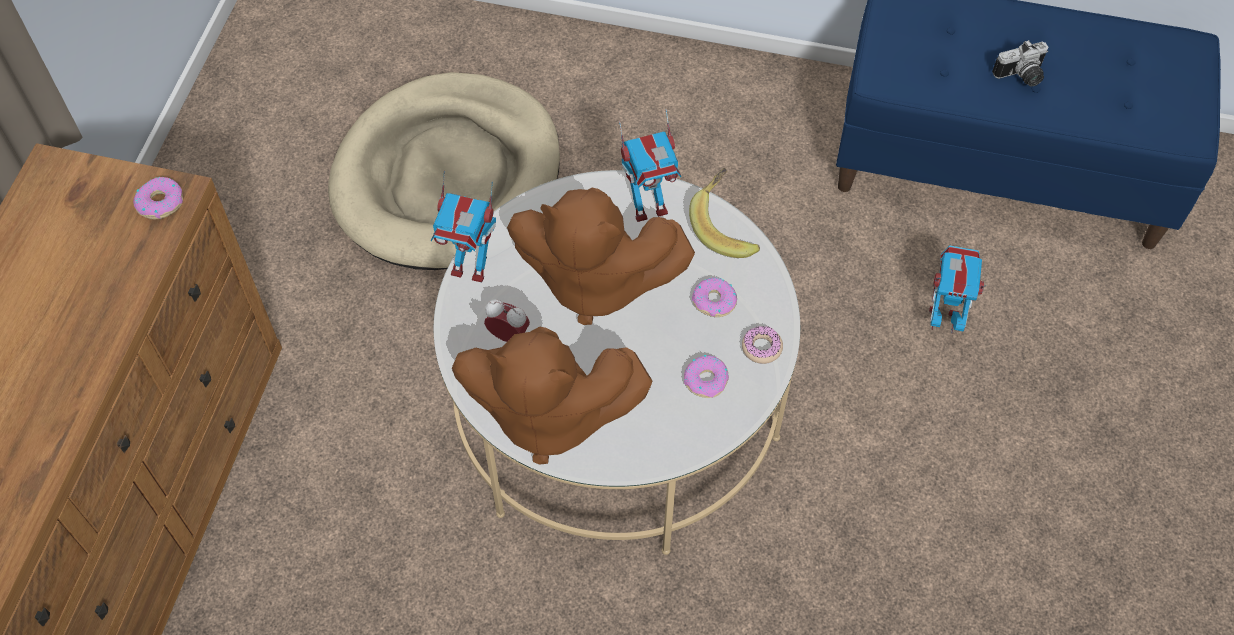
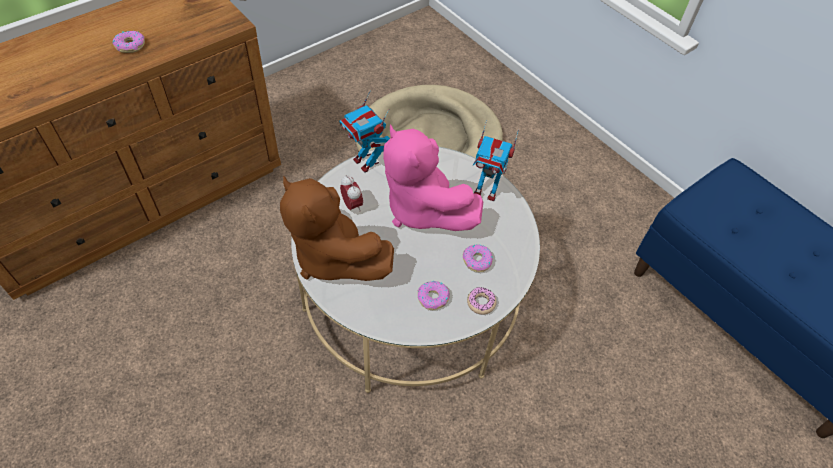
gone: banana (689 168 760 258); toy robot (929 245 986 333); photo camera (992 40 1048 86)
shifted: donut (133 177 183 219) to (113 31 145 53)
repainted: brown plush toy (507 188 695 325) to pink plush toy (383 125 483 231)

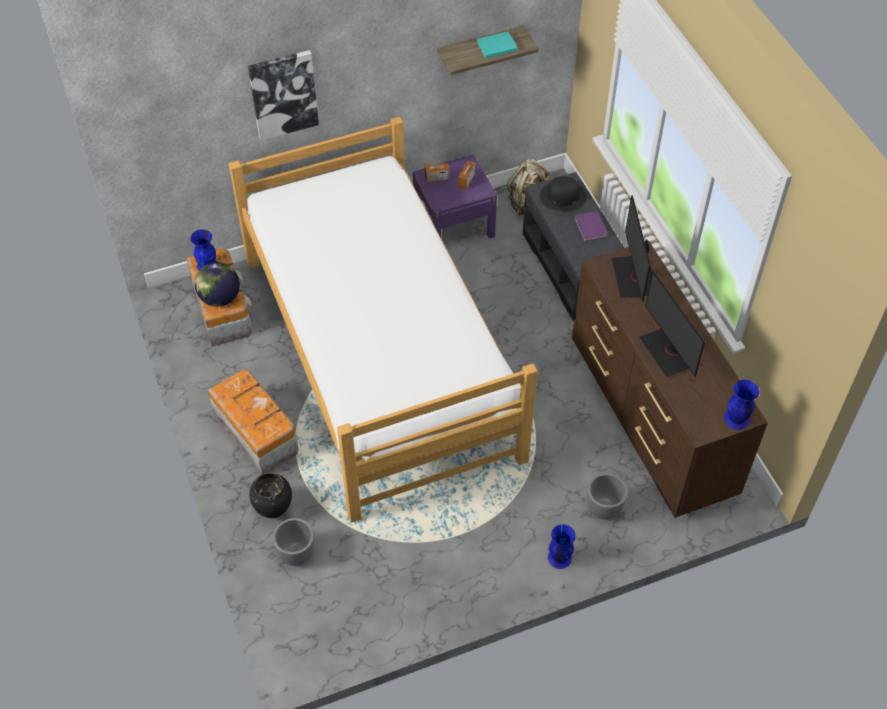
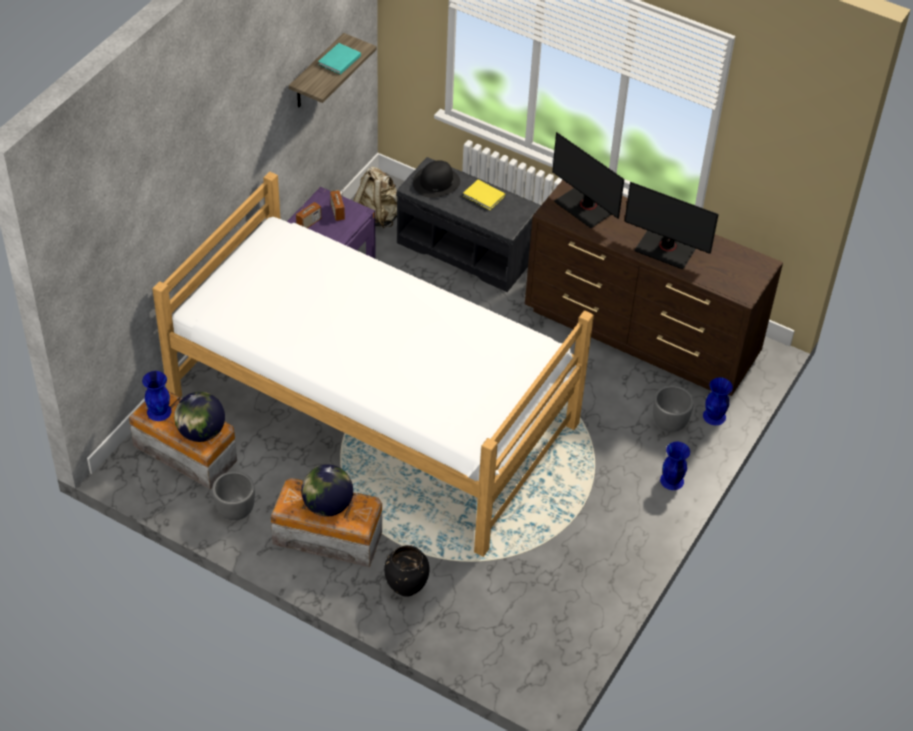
gone: picture (248 50 319 141)
new: globe (301 465 353 517)
shifted: grey planter (273 518 315 566) to (212 471 255 520); blue vase (724 380 759 430) to (703 377 733 425)
repainted: purple book (574 211 608 242) to yellow book (463 180 505 210)

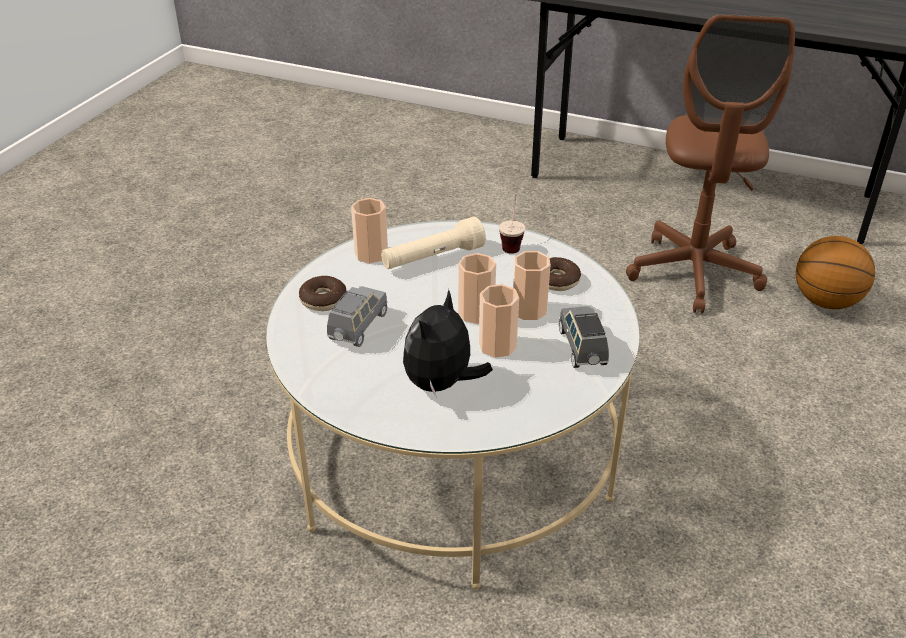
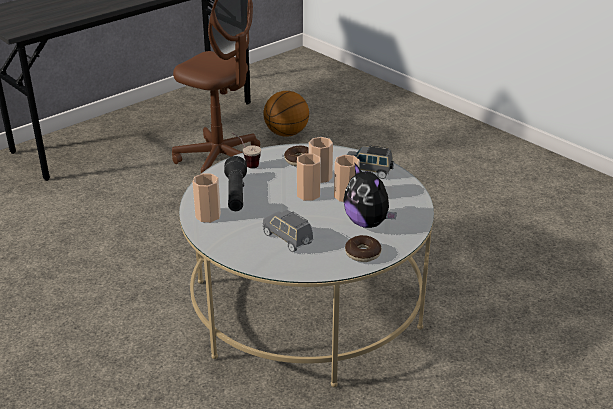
shifted: donut (299 276 346 311) to (345 235 381 262)
repainted: beige flashlight (381 217 486 269) to black flashlight (224 156 247 211)

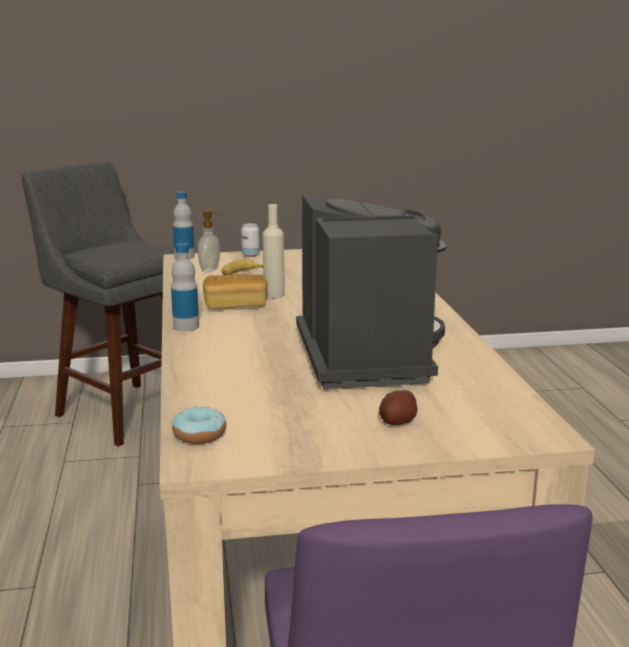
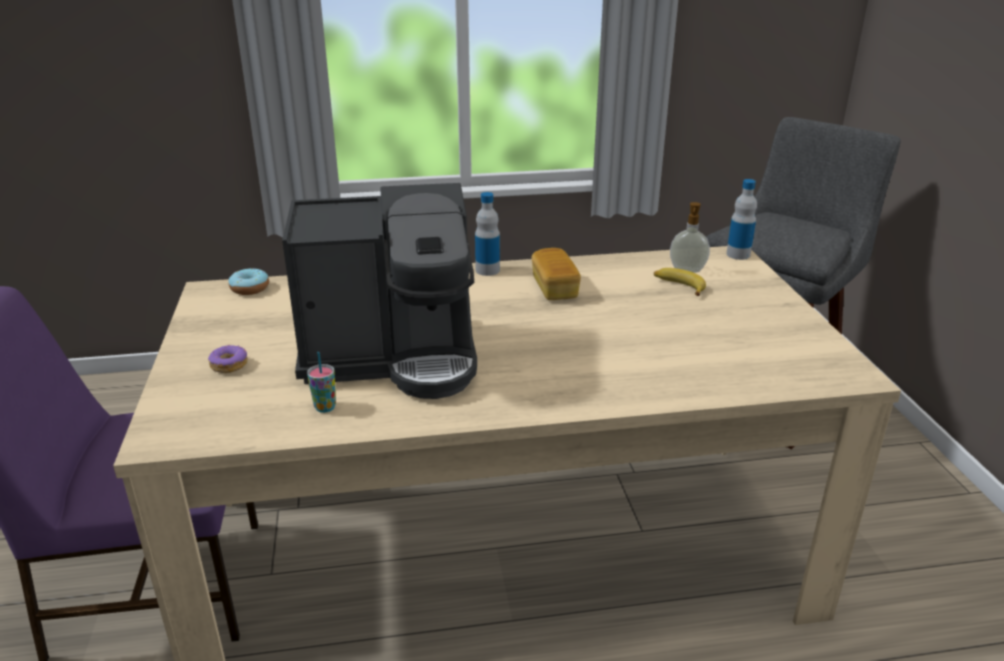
gone: can (241 223 260 257); beige bottle (263 204 285 298)
new: cup (307 352 336 413)
swapped: potato (379 390 418 425) to donut (208 345 248 373)

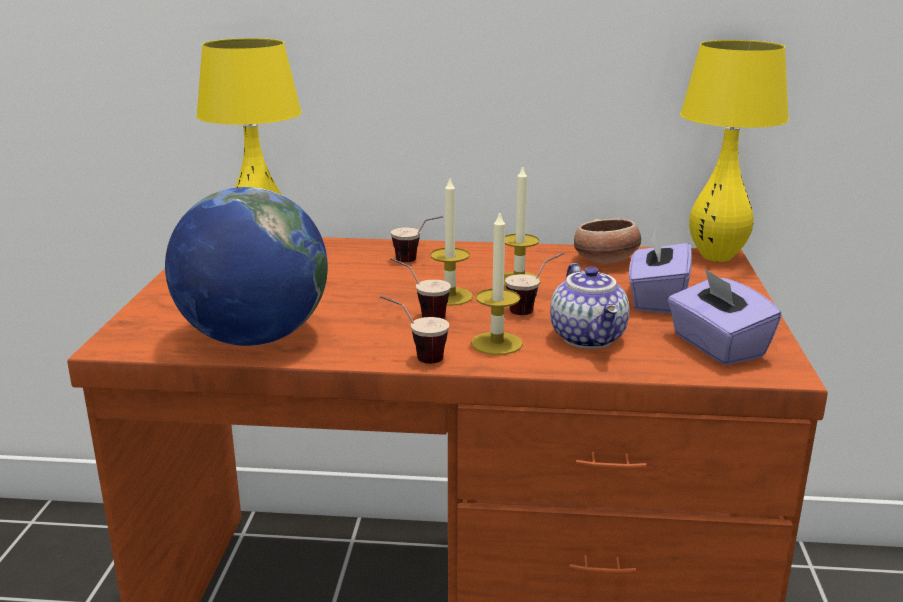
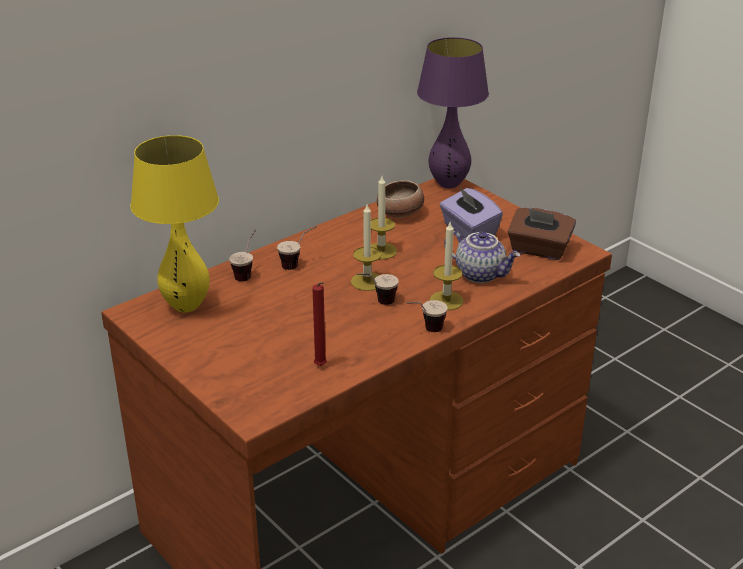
shifted: cup (505 252 565 315) to (229 229 256 281)
swapped: globe (165 187 328 346) to red candle (312 282 327 366)
repainted: yellow table lamp (680 40 789 262) to purple table lamp (417 37 489 188); purple tissue box (668 268 782 365) to brown tissue box (507 208 576 260)

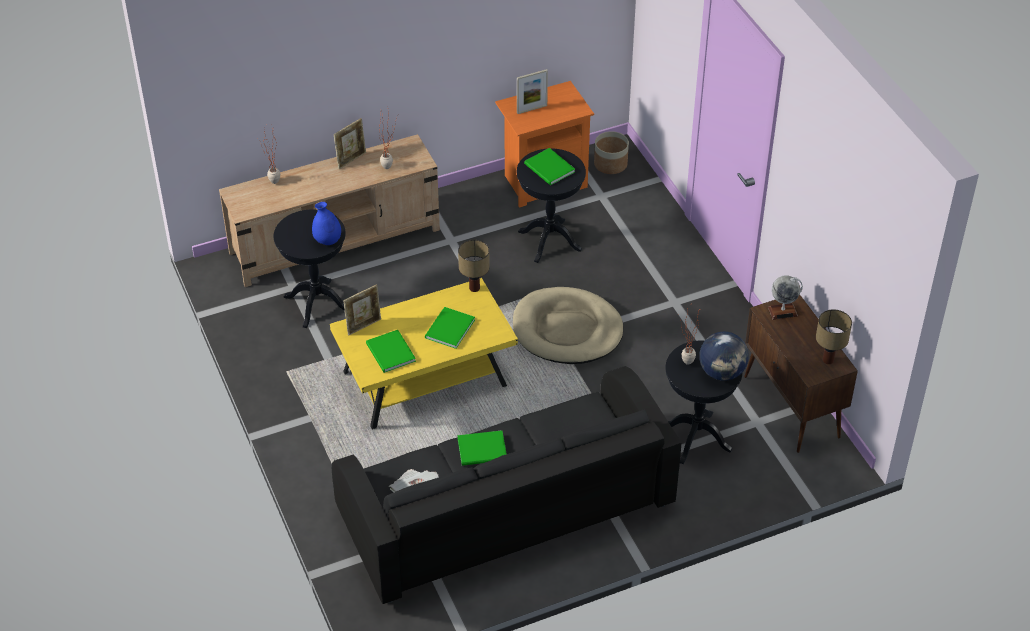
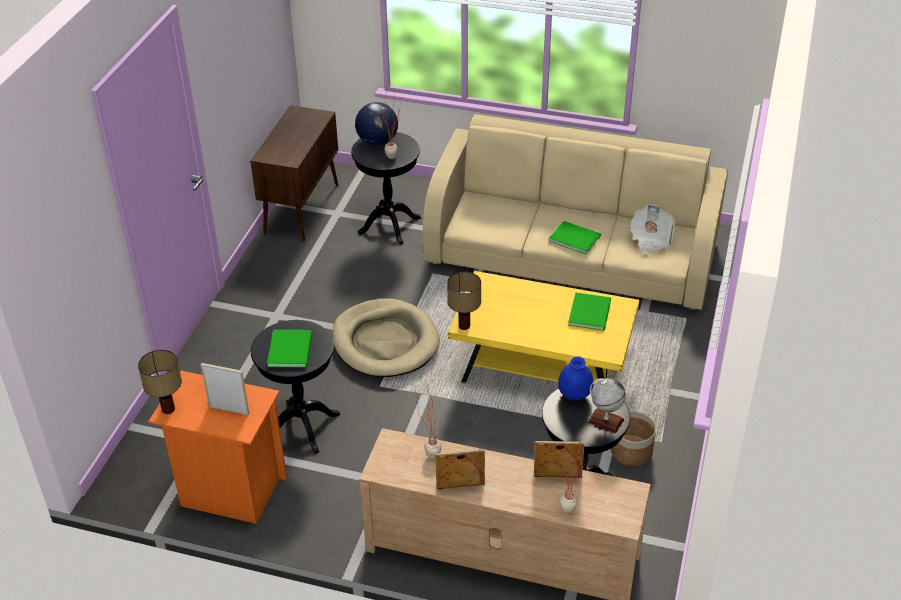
gone: green book (425 307 475 349)
shifted: table lamp (816 309 852 364) to (138 350 182 414); picture frame (343 284 381 335) to (534 441 584 478); globe (768 275 803 320) to (588 378 626 433); planter (594 131 629 174) to (611 411 656 466)
repainted: black sofa (332 366 681 604) to beige sofa (423 114 728 312)

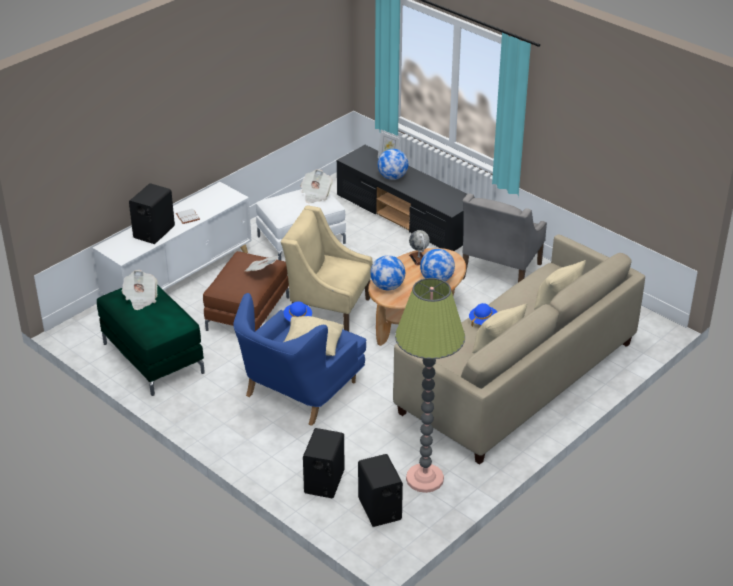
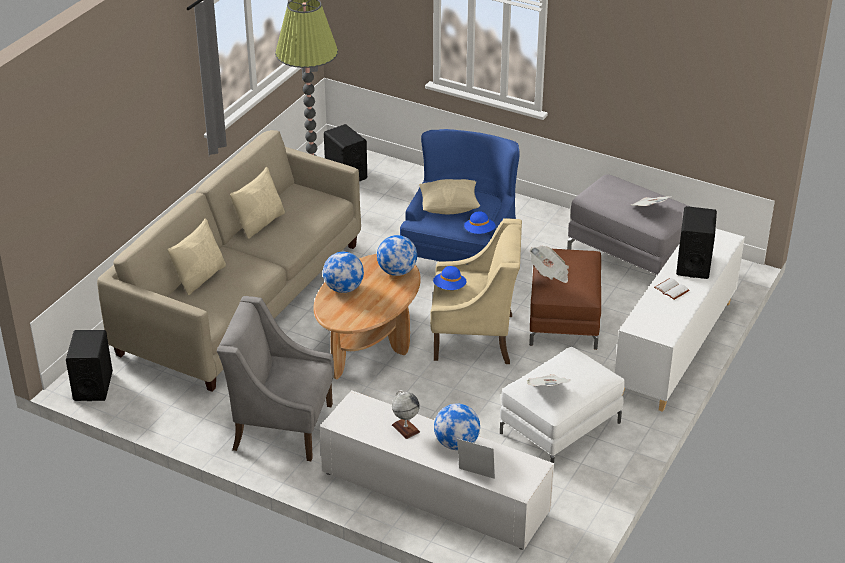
shifted: black speaker (303 428 345 498) to (66 330 113 401); globe (409 230 430 266) to (392 390 420 439); blue hat (469 303 497 326) to (433 266 467 290)
repainted: black tv stand (337 145 475 251) to white tv stand (320 390 554 550); green ottoman (97 285 205 396) to grey ottoman (567 174 690 275)
rotated: grey armchair (462 193 547 282) = (217 296 334 461) 90 degrees counterclockwise

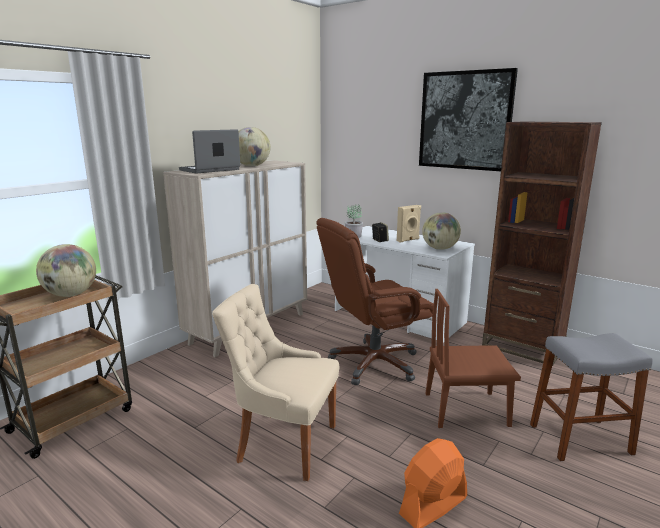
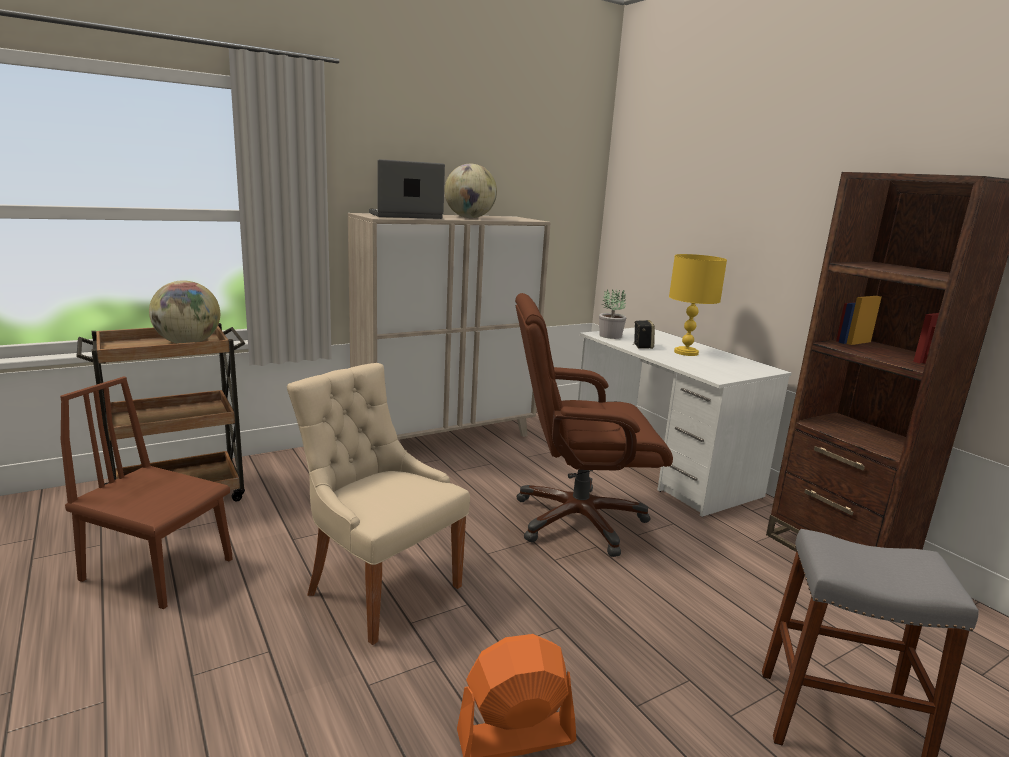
gone: picture (419 68 518 171); globe (422 212 461 250)
shifted: brown chair (426 289 521 428) to (60 377 232 609)
swapped: beige speaker (397 205 421 242) to yellow table lamp (669 254 727 356)

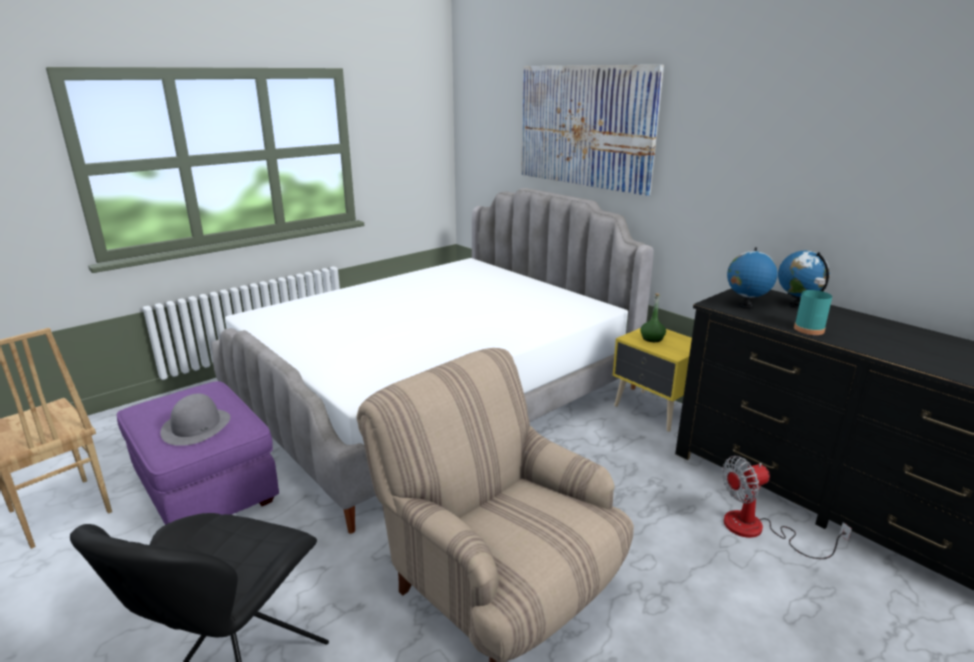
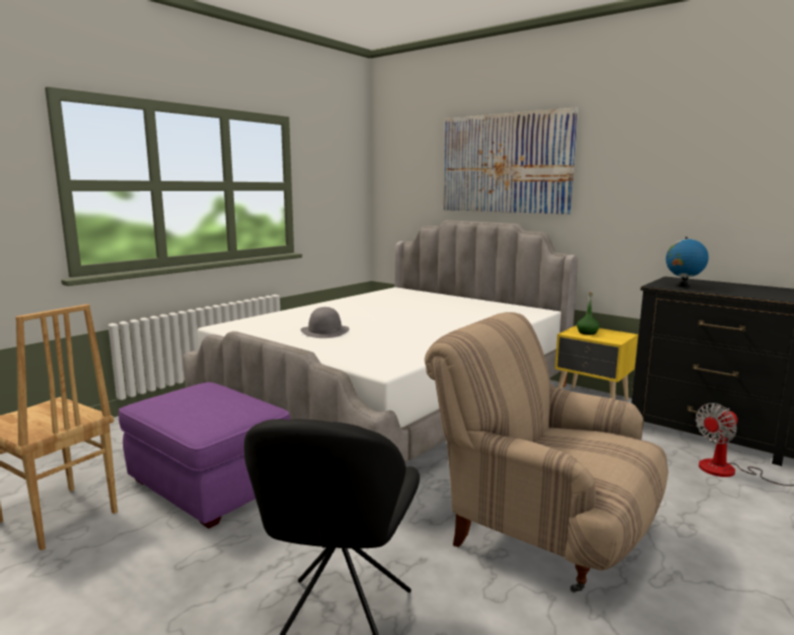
gone: globe (778 251 830 308); turquoise bottle (794 277 832 335)
shifted: grey hat (160 394 230 446) to (301 307 349 338)

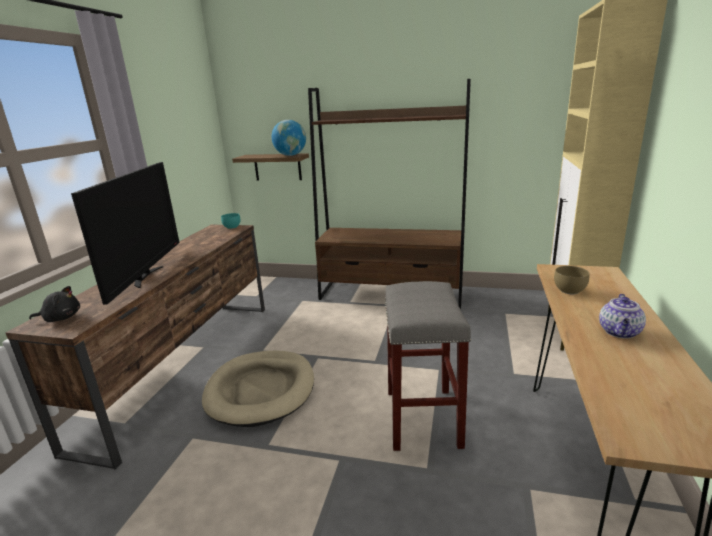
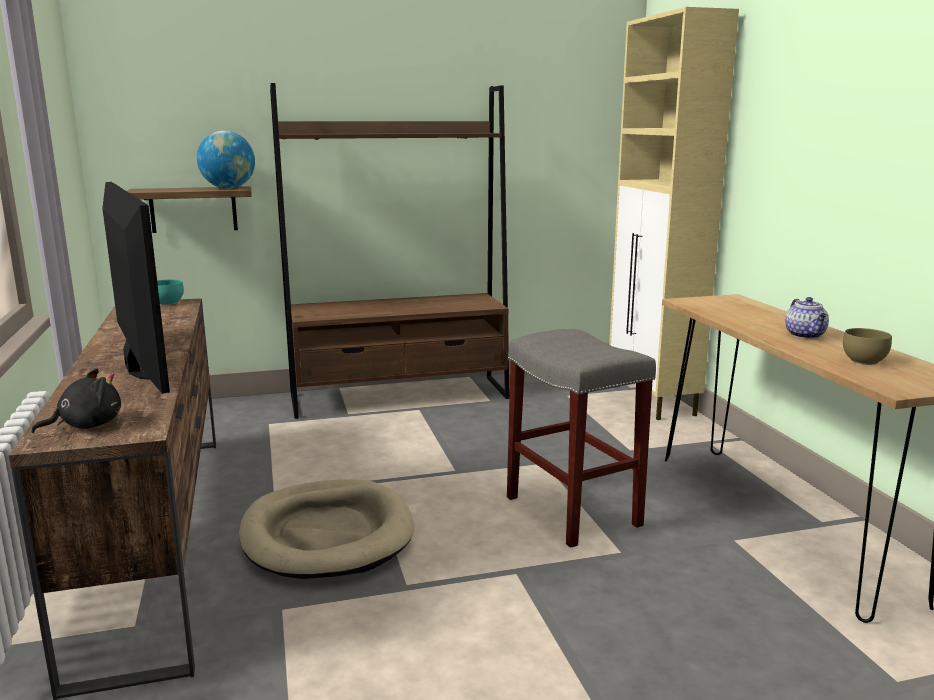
shifted: brown bowl (554 266 589 294) to (843 328 892 365)

